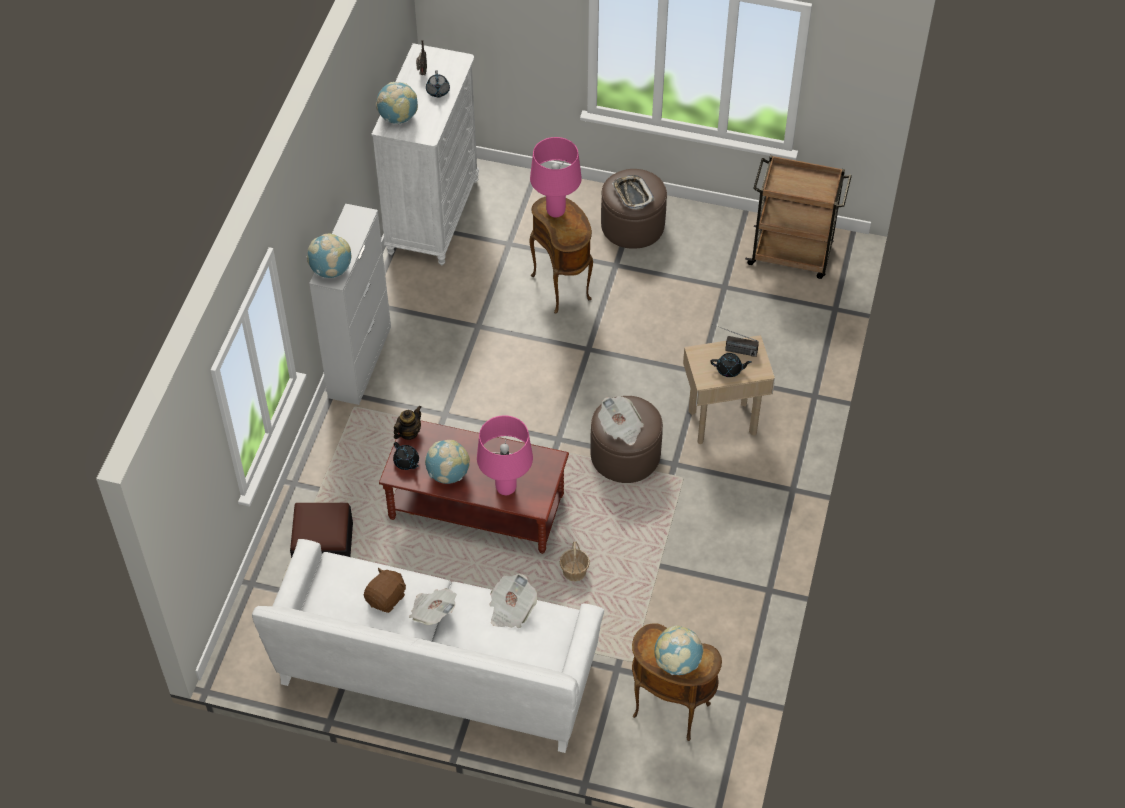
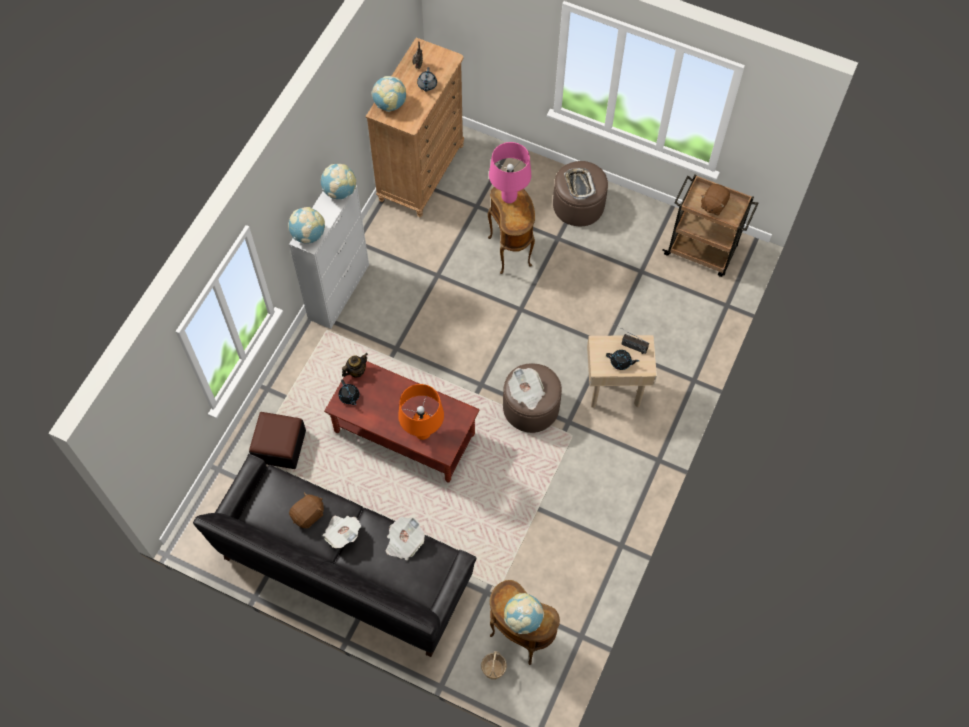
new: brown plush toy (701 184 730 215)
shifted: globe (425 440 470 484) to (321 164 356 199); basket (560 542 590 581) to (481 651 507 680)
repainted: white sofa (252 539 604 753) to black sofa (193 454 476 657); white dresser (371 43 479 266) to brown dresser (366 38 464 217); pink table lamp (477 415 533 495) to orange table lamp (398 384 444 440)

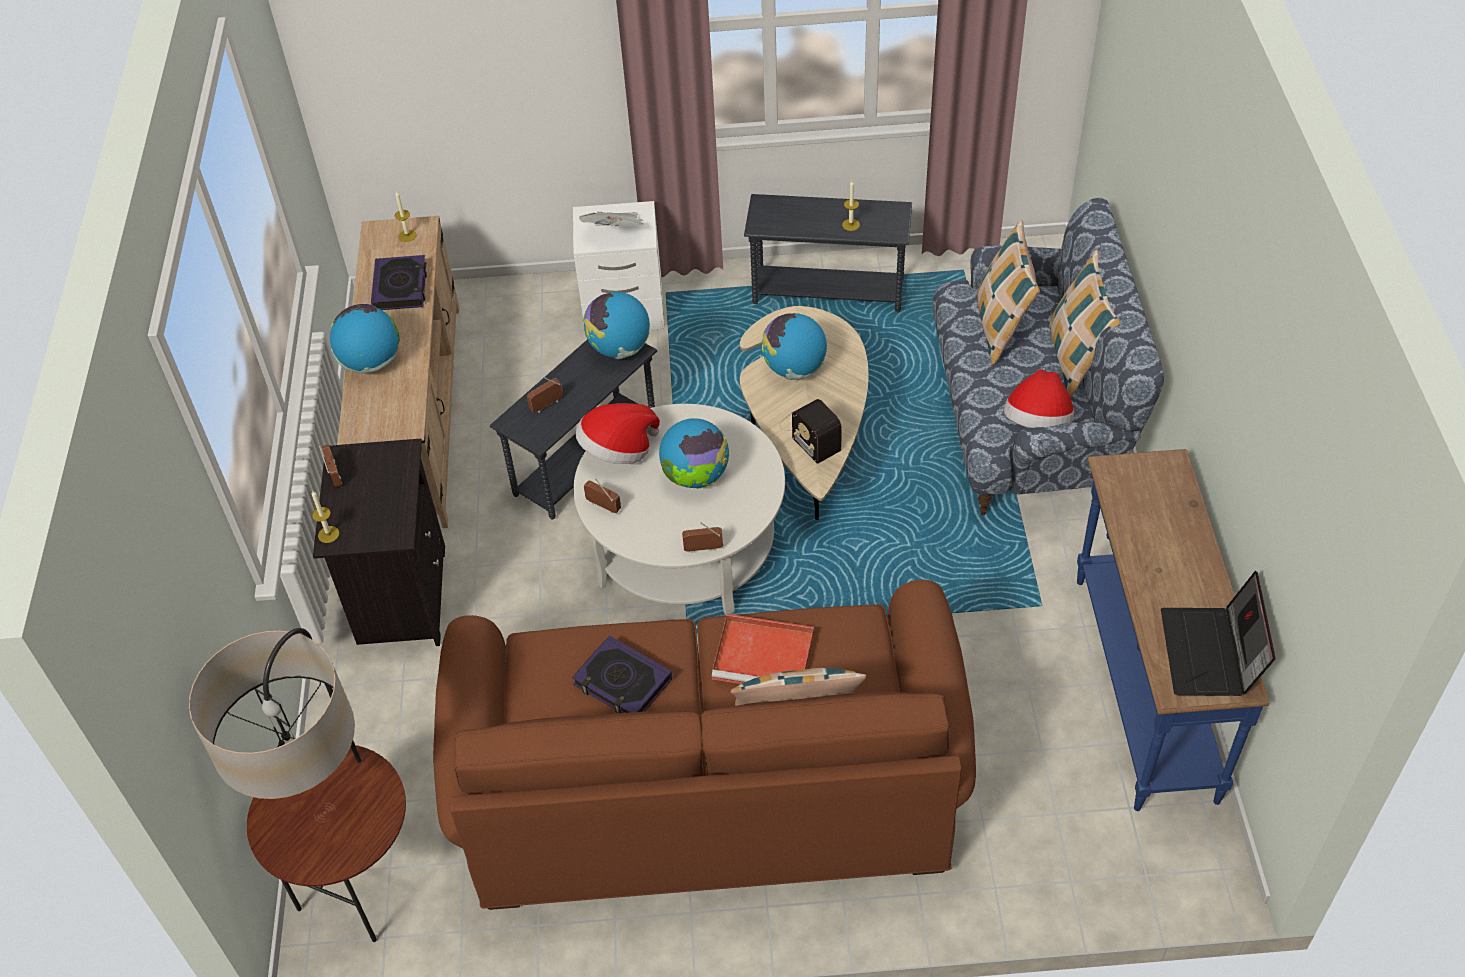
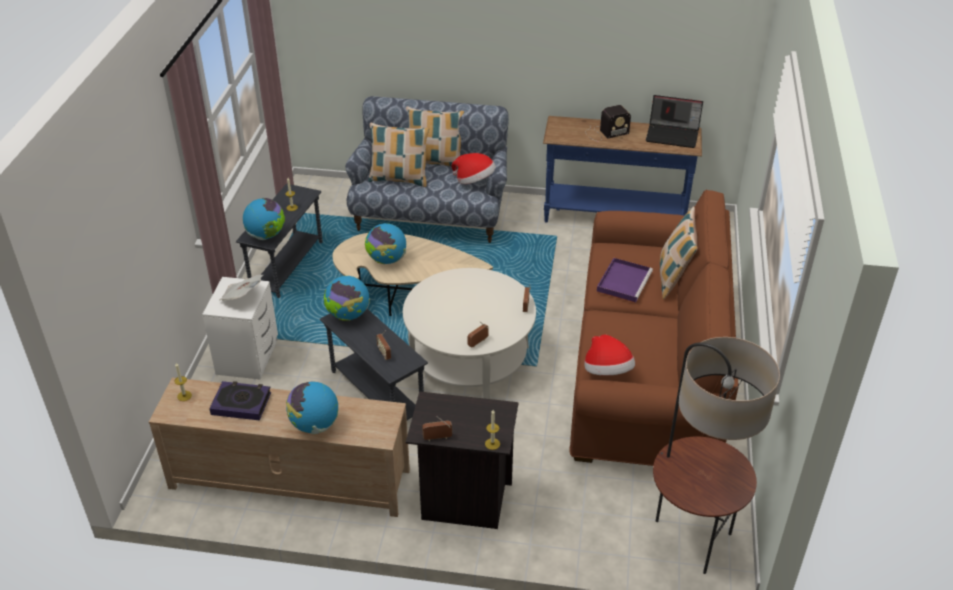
gone: book (572 635 672 713)
shifted: globe (659 418 729 489) to (243 198 285 240); hat (575 403 660 464) to (584 334 635 376); radio (780 399 842 464) to (585 105 631 141)
repainted: red tray (712 614 814 684) to purple tray (597 258 653 303)

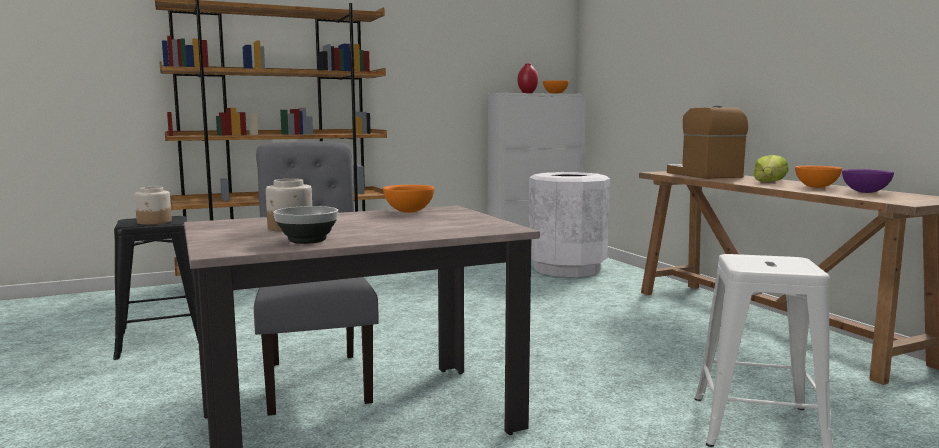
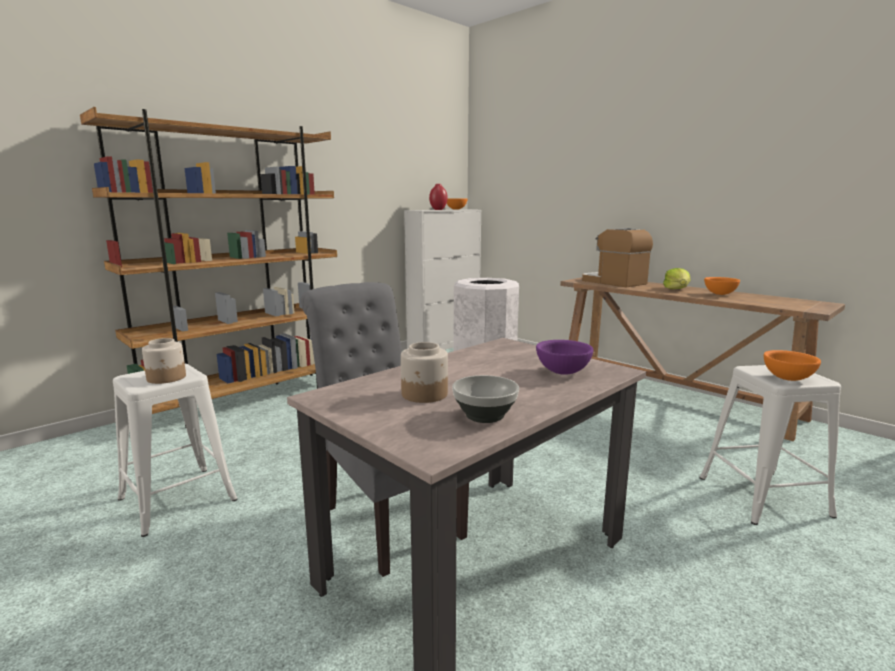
shifted: purple bowl (842 169 894 193) to (536 340 594 375); orange bowl (383 185 435 213) to (764 350 821 381)
repainted: black stool (113 216 199 360) to white stool (113 364 238 537)

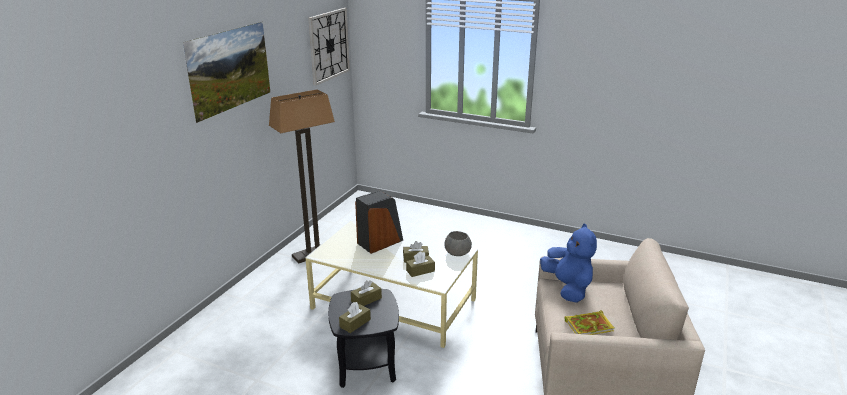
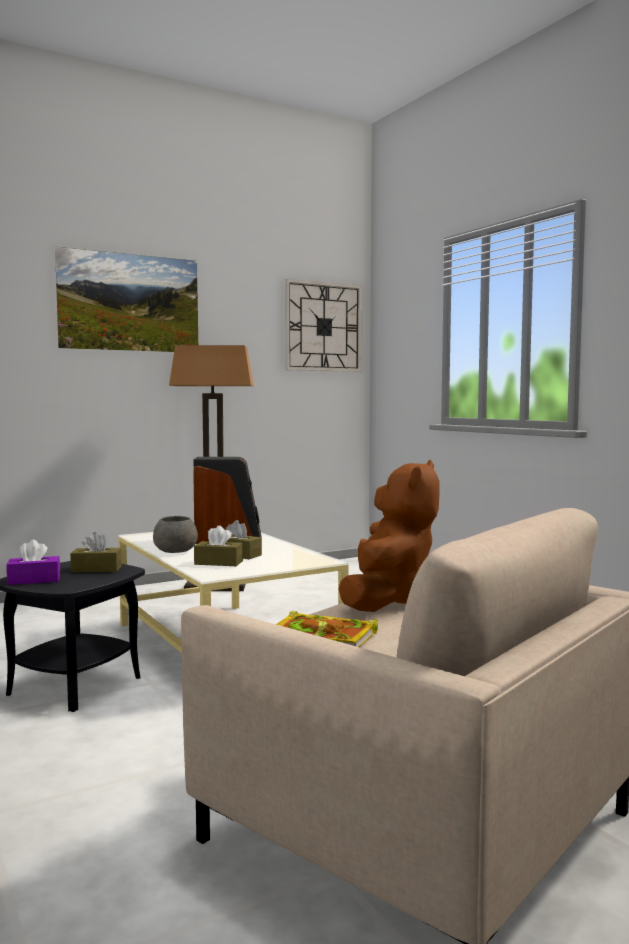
shifted: grey bowl (444 231 472 256) to (153 516 198 553)
repainted: brown tissue box (339 302 371 333) to purple tissue box (6 540 60 585); blue plush toy (540 224 597 303) to brown plush toy (338 460 440 612)

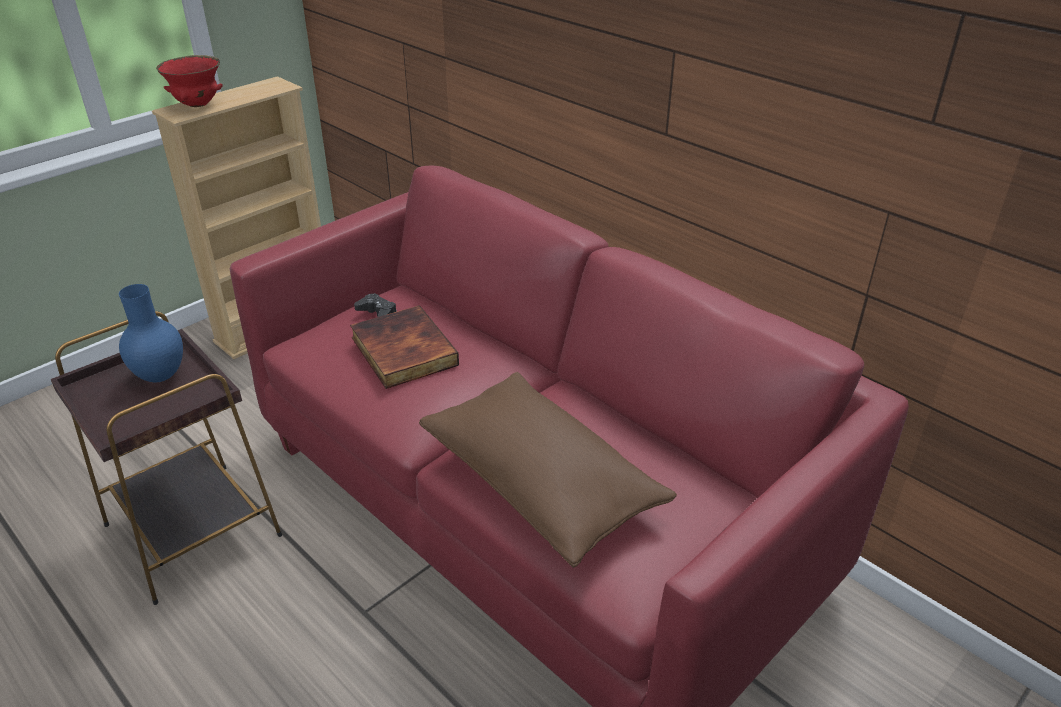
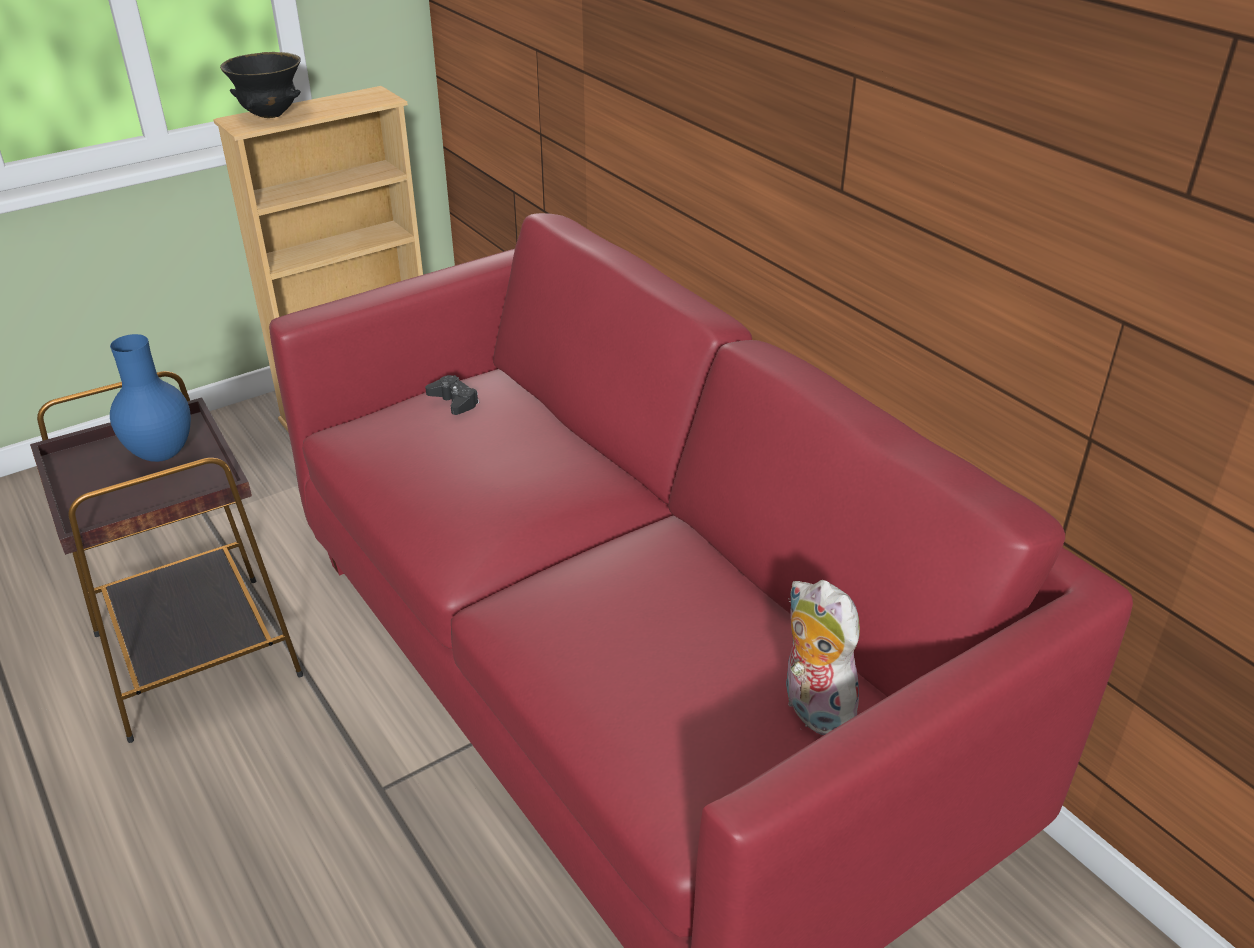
gone: book (350 305 459 389); brown pillow (419 372 677 568)
new: plush toy (786 580 860 735)
repainted: red bowl (156 55 223 107) to black bowl (220 52 301 118)

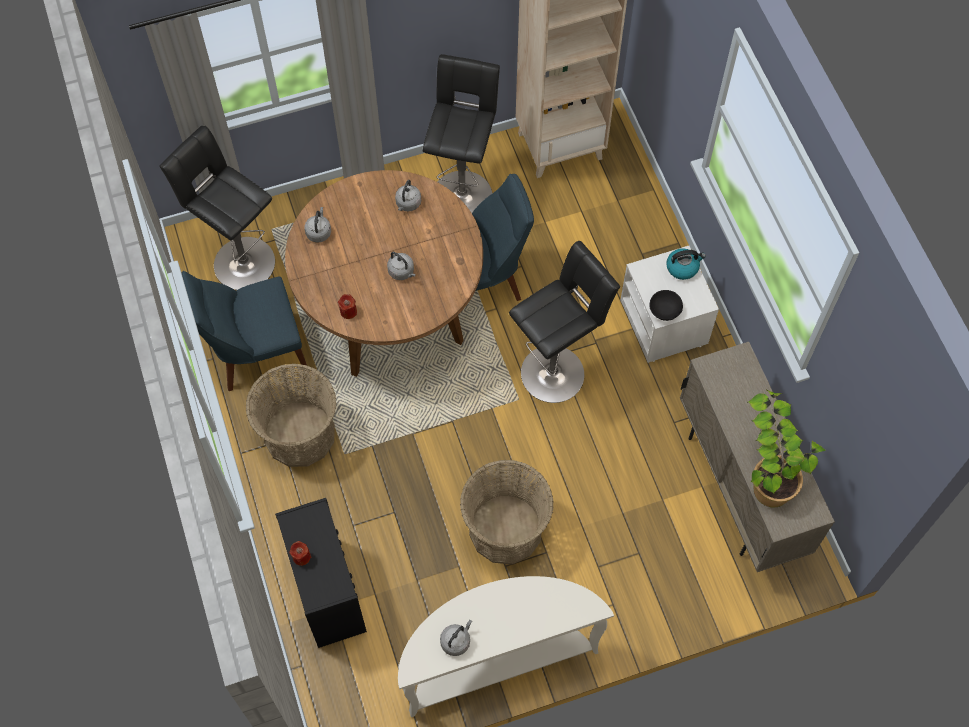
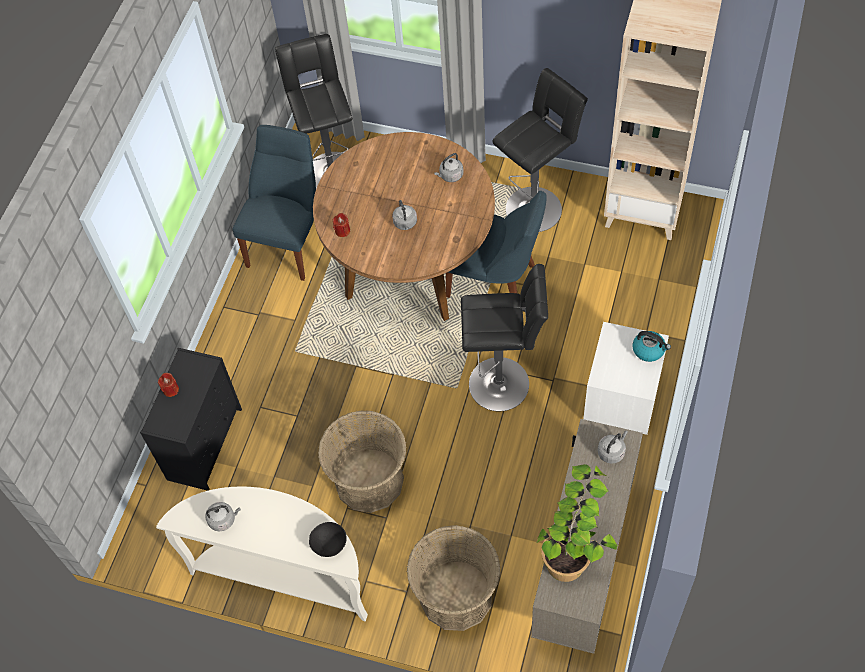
shifted: black bowl (650 290 683 321) to (309 522 347 557); basket (245 363 337 467) to (407 525 500 631); grey kettle (304 207 331 242) to (597 431 628 464)
rotated: blue chair (181 271 307 391) = (233 125 316 281) 90 degrees clockwise

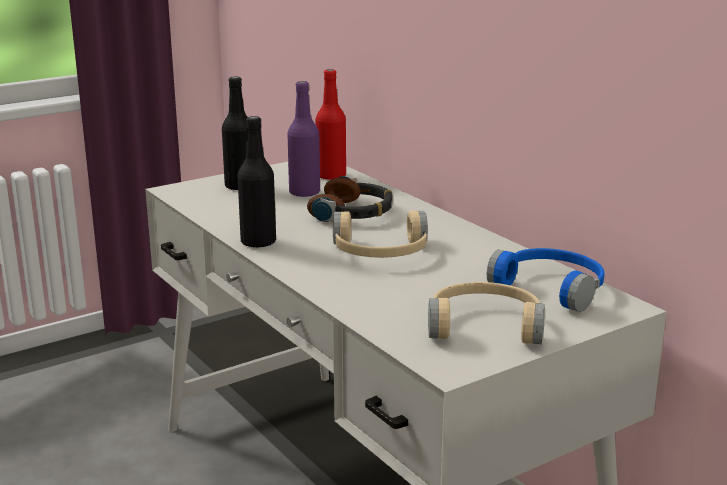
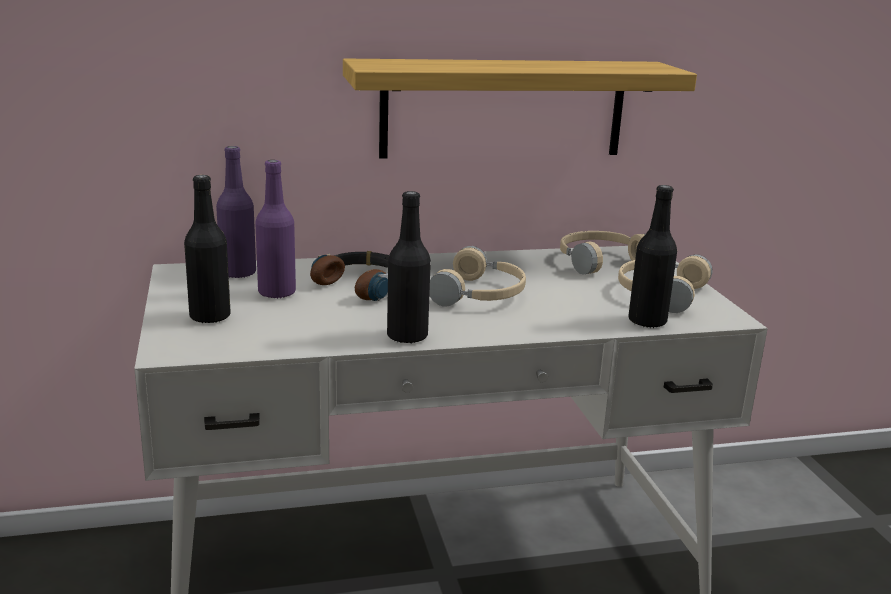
new: shelf (343 59 697 158); black bottle (628 185 677 328)
repainted: red bottle (316 69 346 180) to purple bottle (216 146 256 278); blue headphones (487 248 605 312) to beige headphones (560 231 645 275)

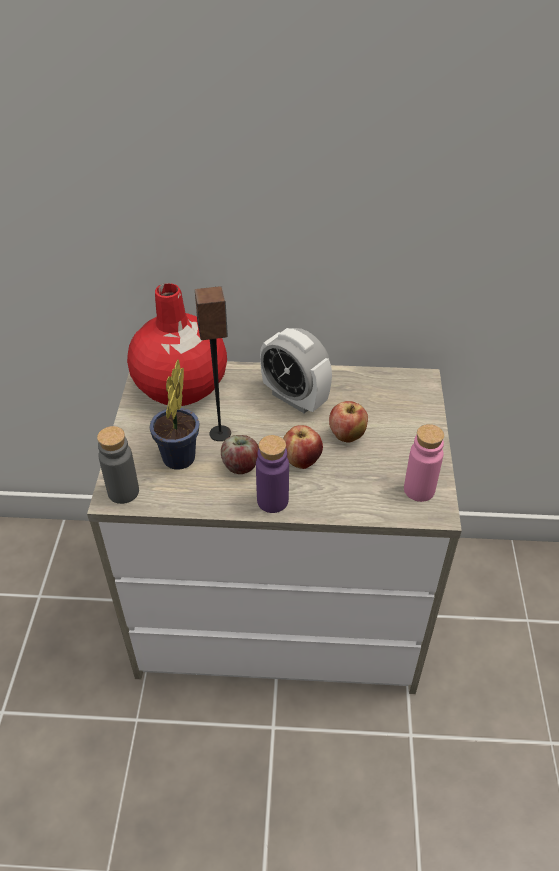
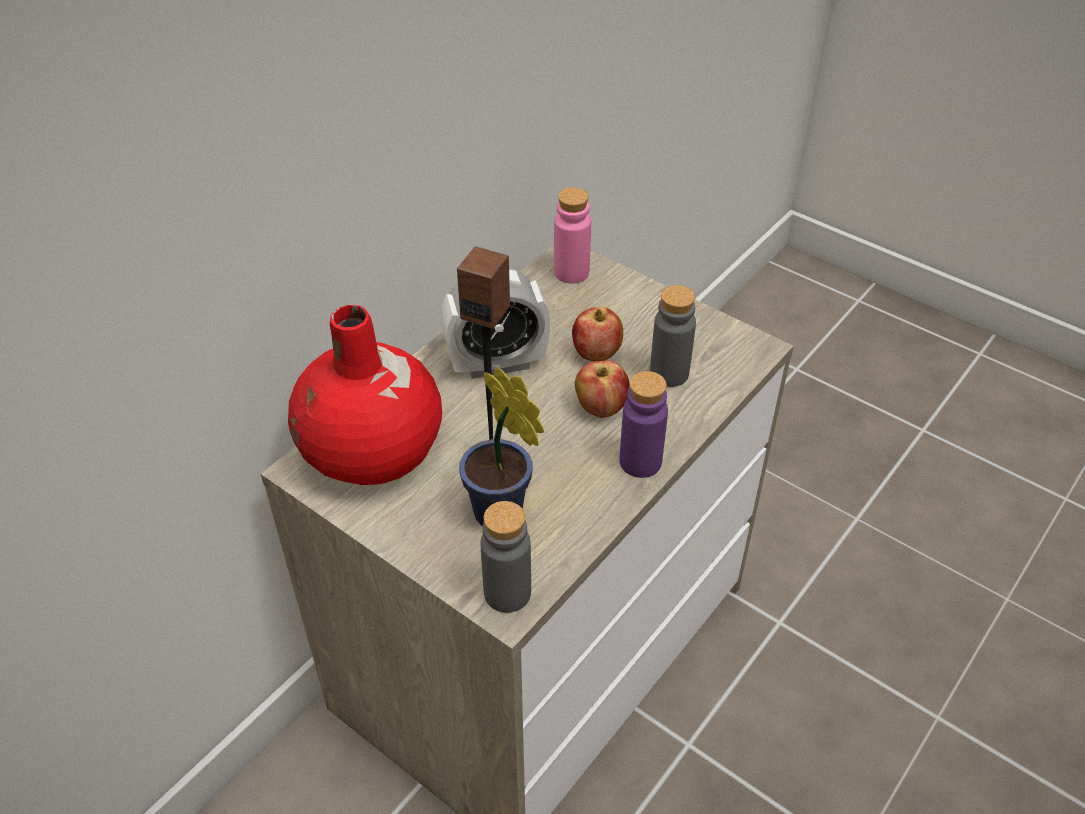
gone: apple (221 435 259 474)
new: grey bottle (650 285 696 387)
shifted: pink bottle (404 424 444 502) to (554 187 591 284)

